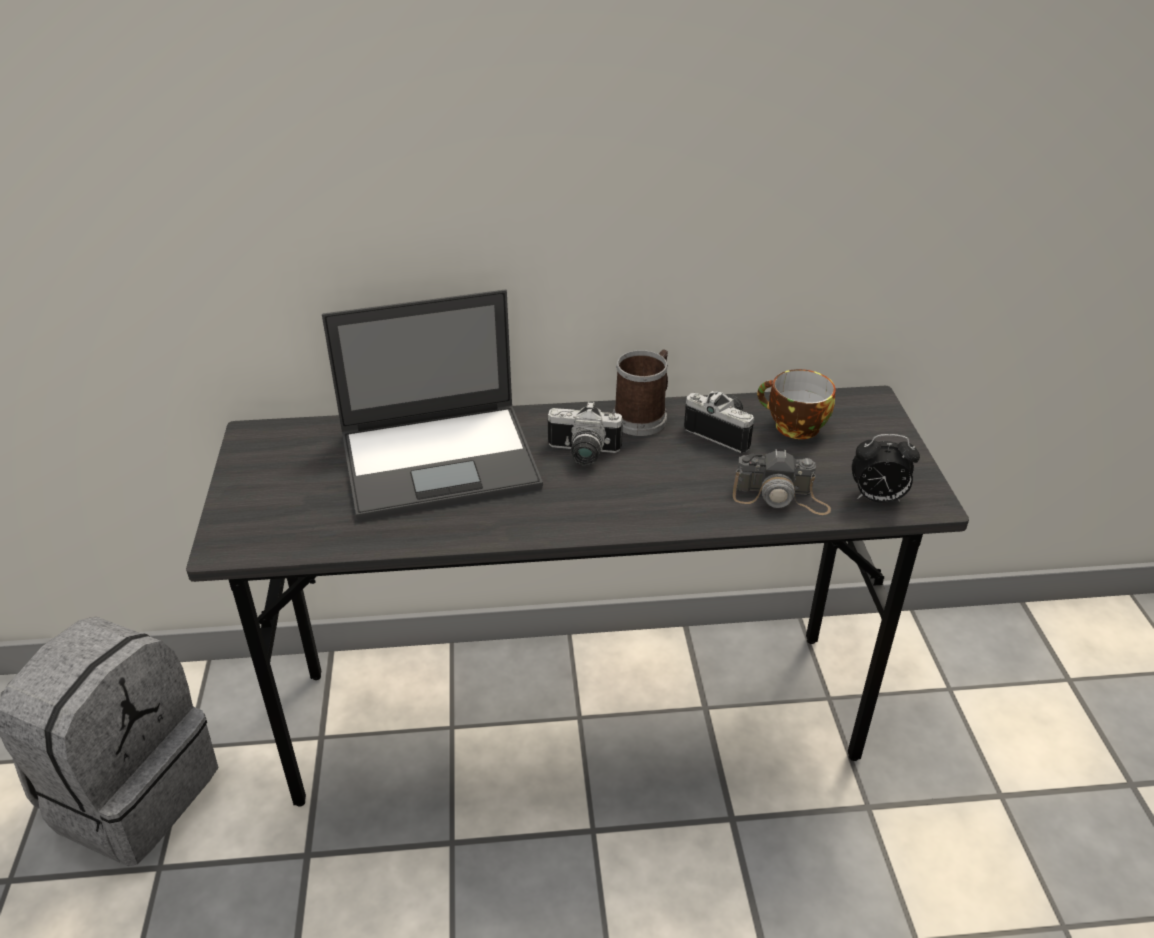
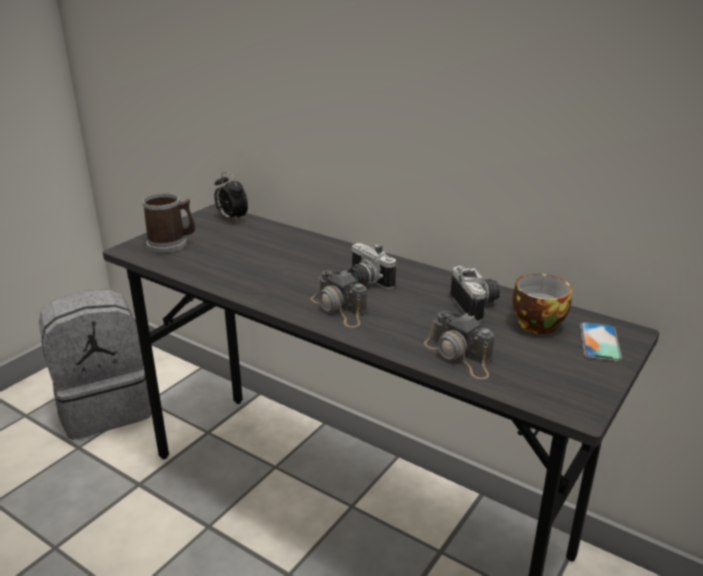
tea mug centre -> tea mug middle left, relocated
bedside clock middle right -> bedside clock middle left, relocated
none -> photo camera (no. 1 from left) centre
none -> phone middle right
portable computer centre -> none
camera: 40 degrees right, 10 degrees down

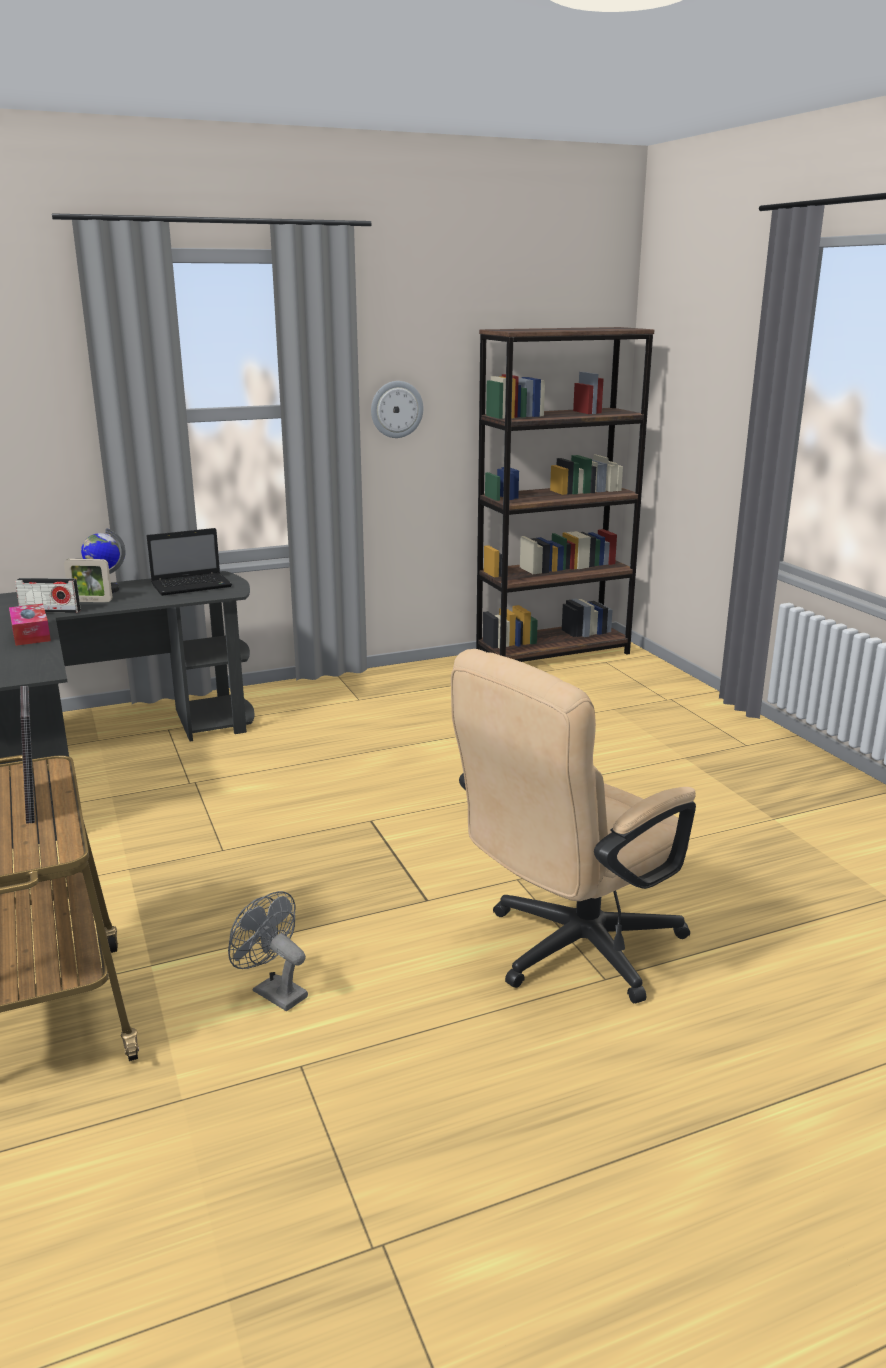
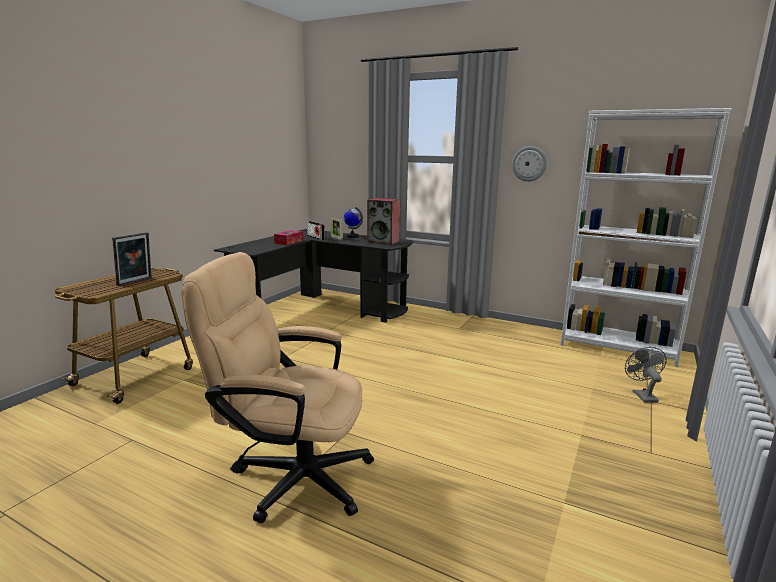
portable computer middle left -> speaker centre
brownish bookcase centre -> whitish bookcase middle right
greyish electric fan bottom left -> greyish electric fan middle right, relocated
camera: 50 degrees right, 5 degrees down

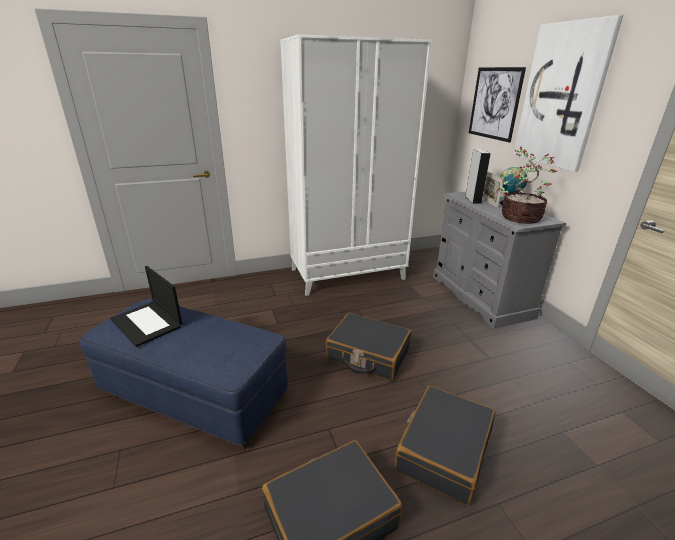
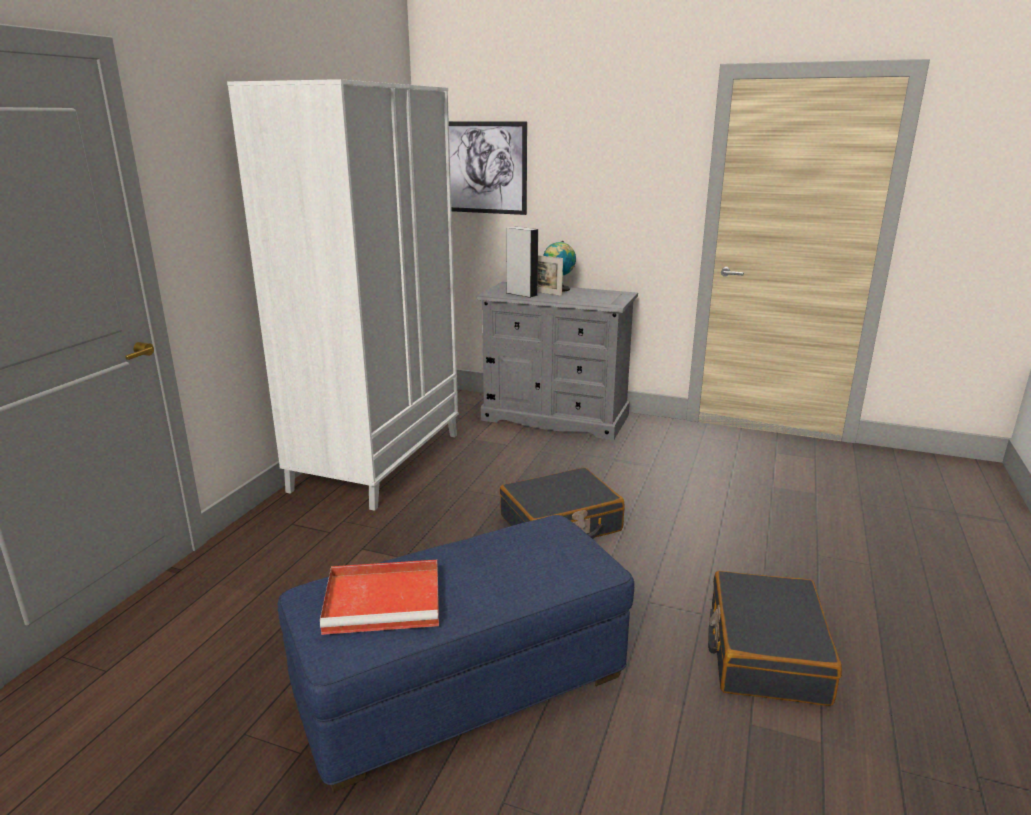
portable computer middle left -> red carrying tray bottom centre
blackish suitcase (no. 3 from left) bottom centre -> none
plant in a pot middle right -> none
wall art (no. 2 from left) top right -> none
camera: 50 degrees left, 5 degrees down

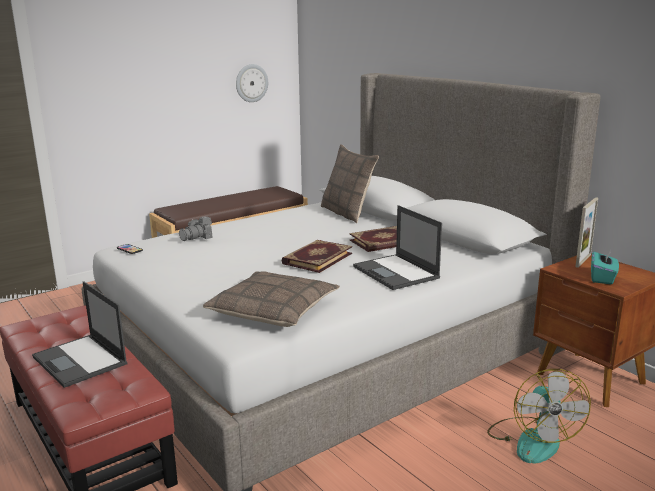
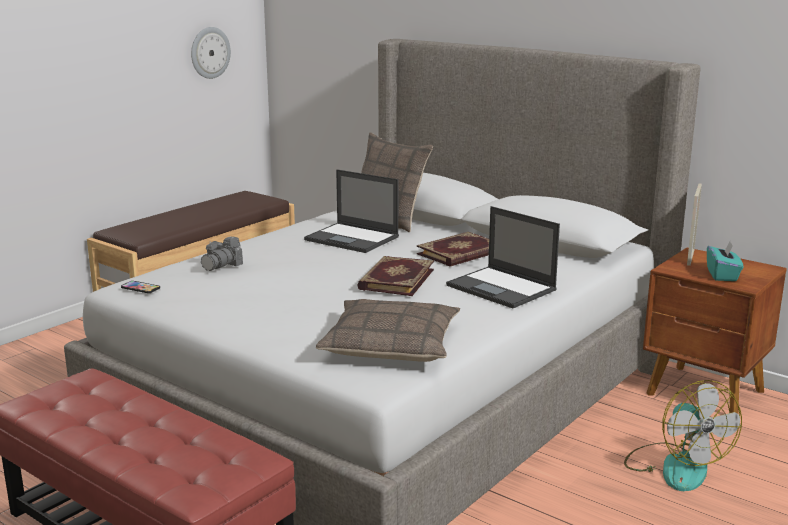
portable computer (no. 1 from left) bottom left -> portable computer (no. 1 from left) centre, relocated
camera: 15 degrees left, 0 degrees up

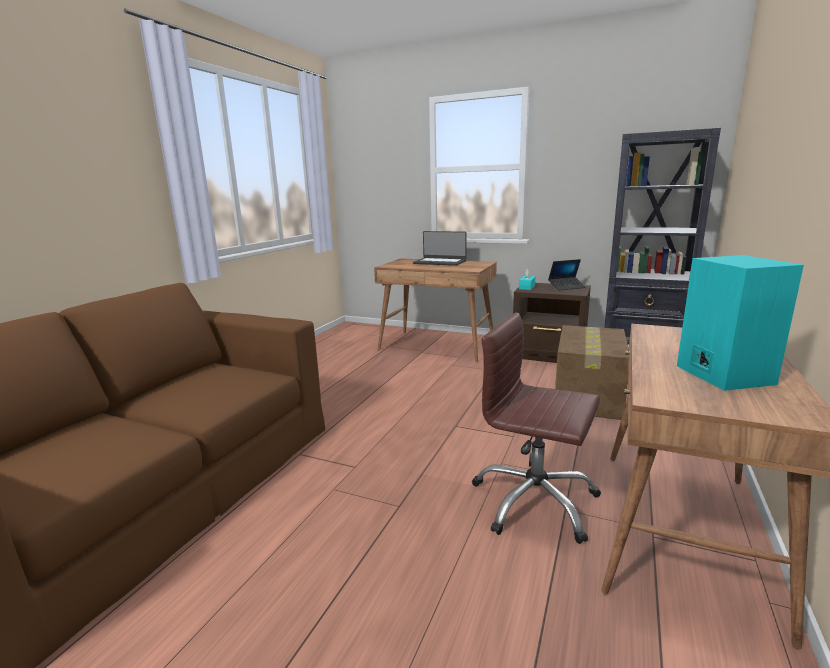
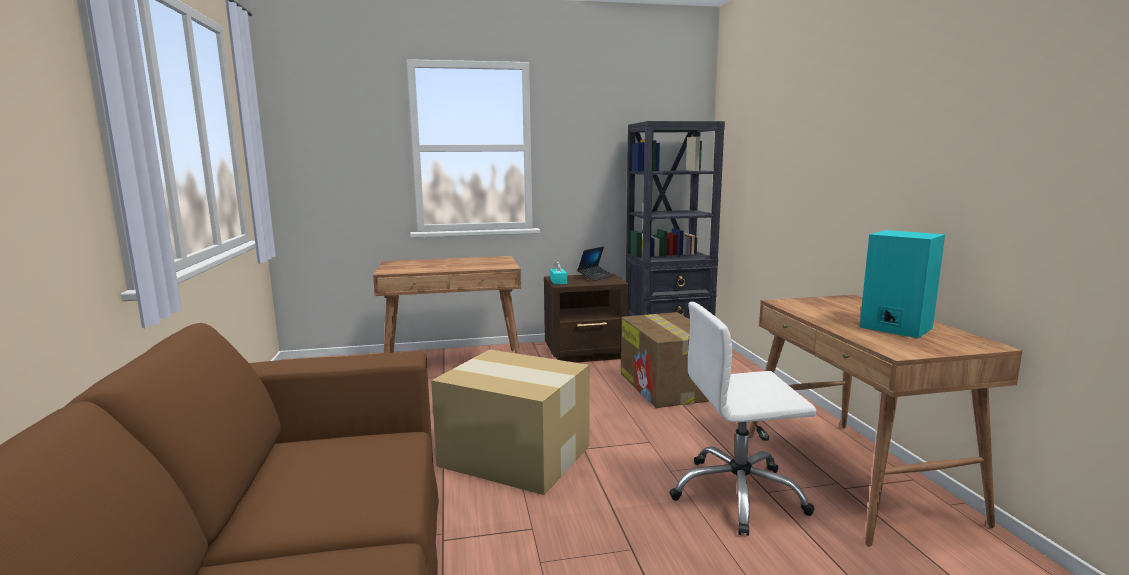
none -> cardboard box (no. 1 from left) bottom centre
brownish desk chair centre -> whitish desk chair bottom centre
portable computer (no. 1 from left) centre -> none
camera: 35 degrees left, 5 degrees down

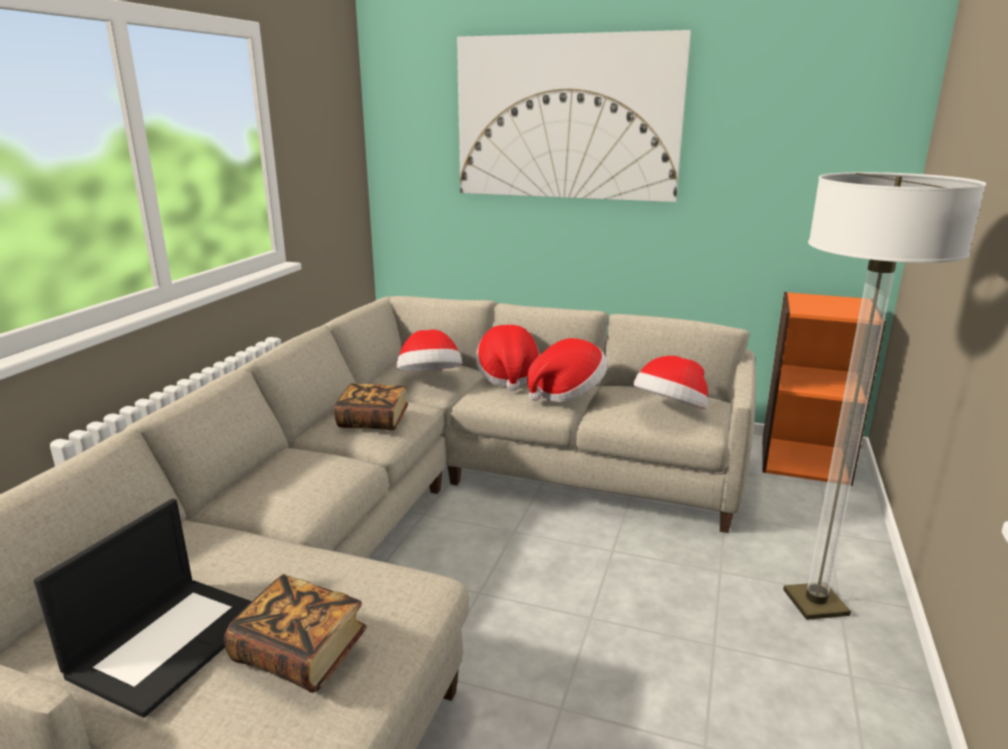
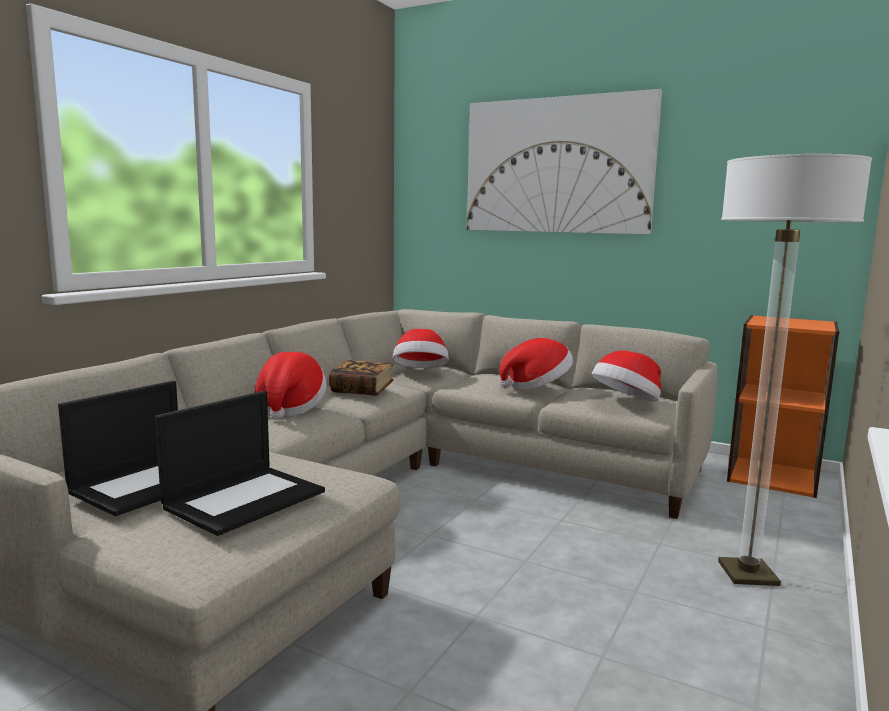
volume (no. 1 from left) bottom left -> portable computer (no. 2 from left) middle left
wearable hat (no. 2 from left in the first image) centre -> wearable hat (no. 1 from left) middle left, relocated
camera: 10 degrees right, 10 degrees down

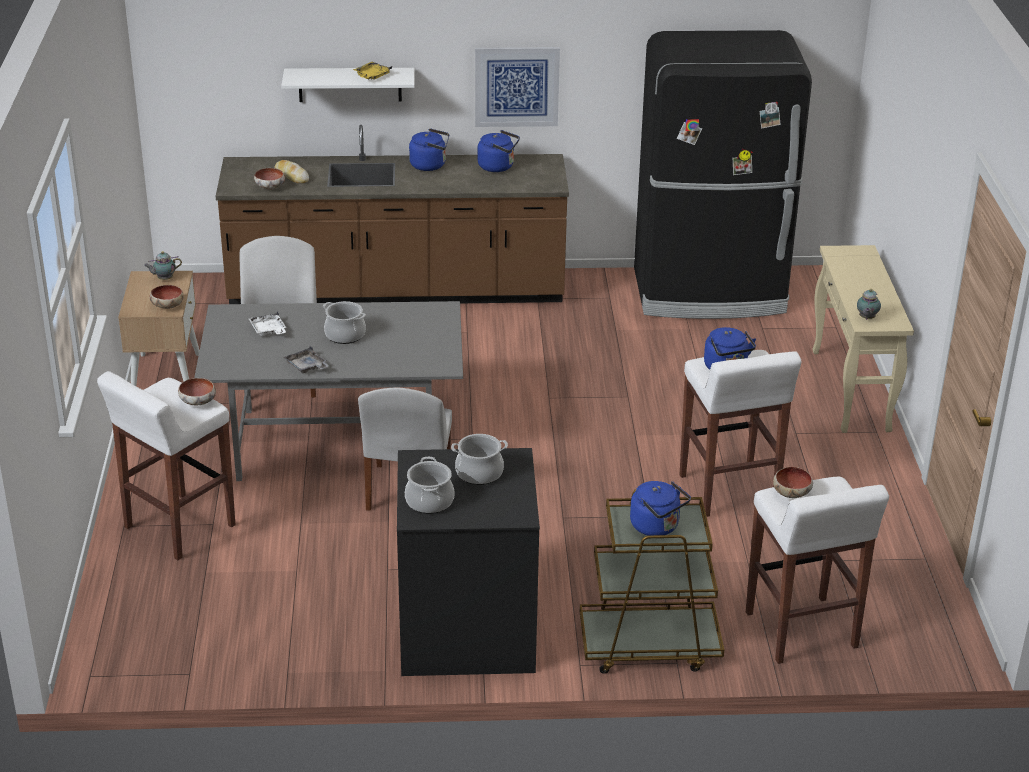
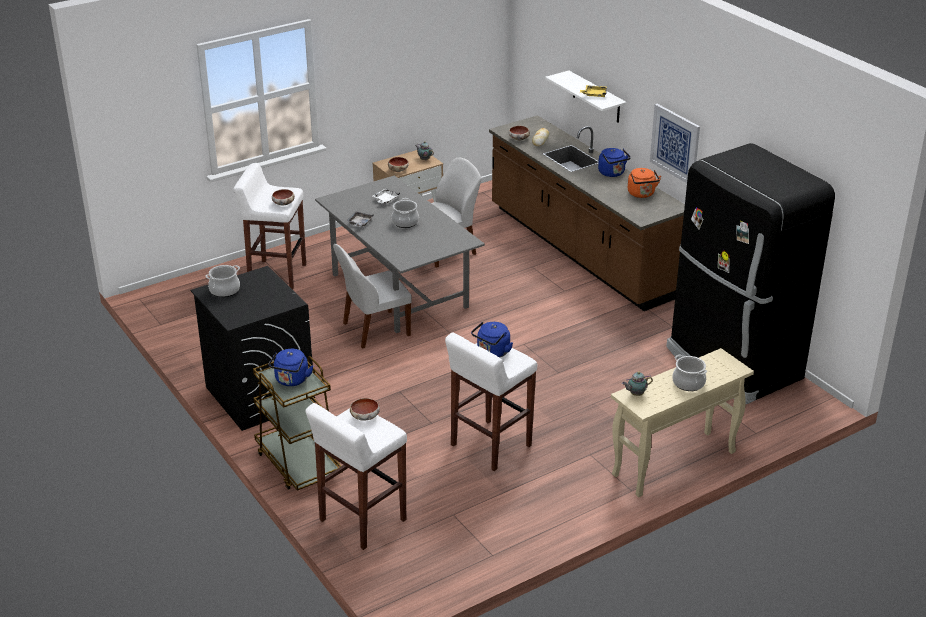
bluish water kettle (no. 2 from left) top centre -> orangey water kettle top right
stockpot (no. 3 from left) centre -> stockpot (no. 3 from left) middle right, relocated
camera: 60 degrees right, 0 degrees up

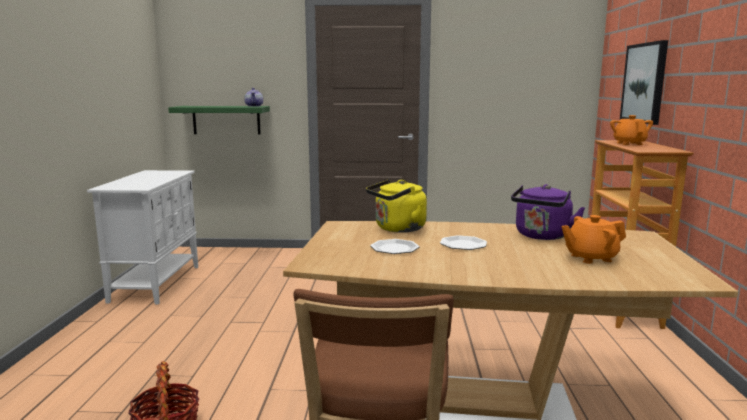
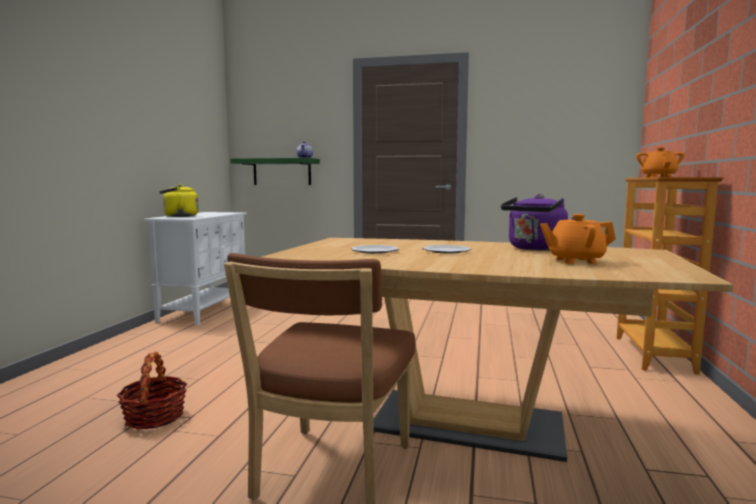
yellowish water kettle centre -> yellowish water kettle middle left, relocated
wall art top right -> none
camera: 10 degrees right, 5 degrees down

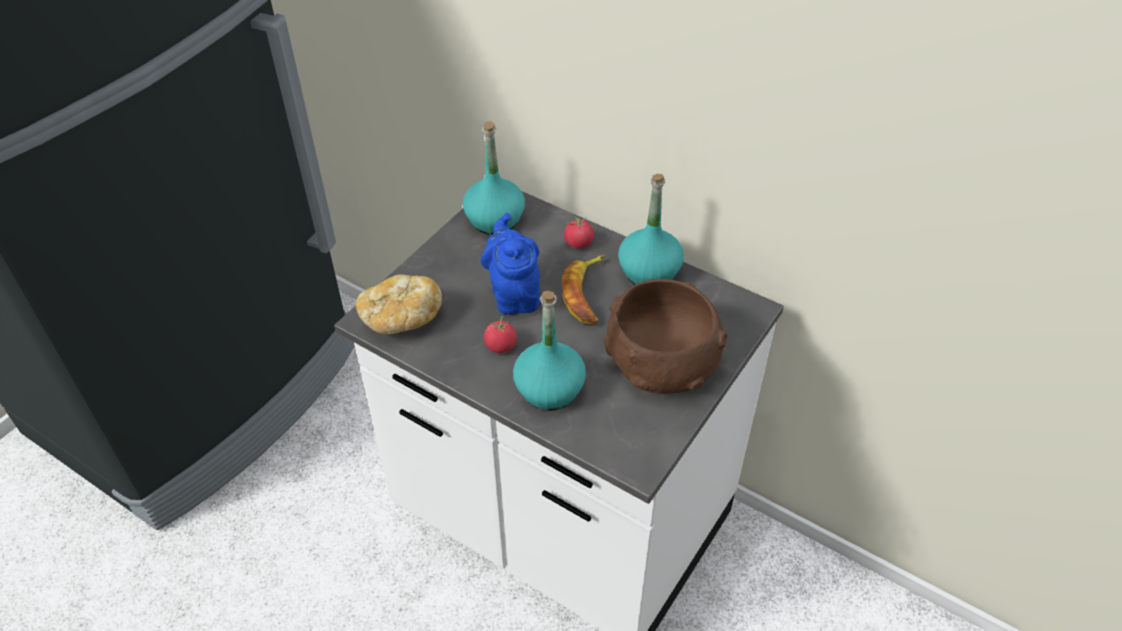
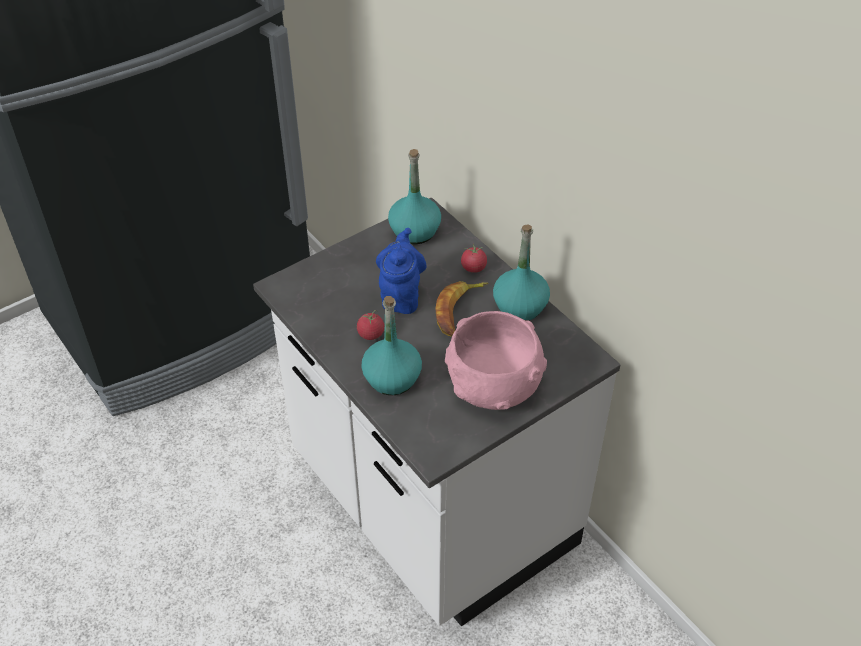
brownish deep dish centre -> pinkish deep dish centre
bakery bread centre -> none
camera: 20 degrees right, 0 degrees up

